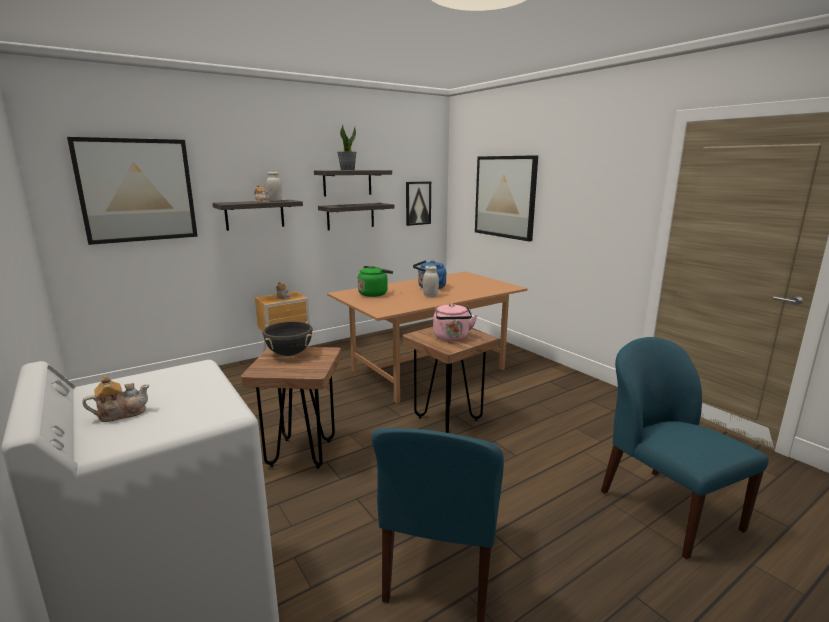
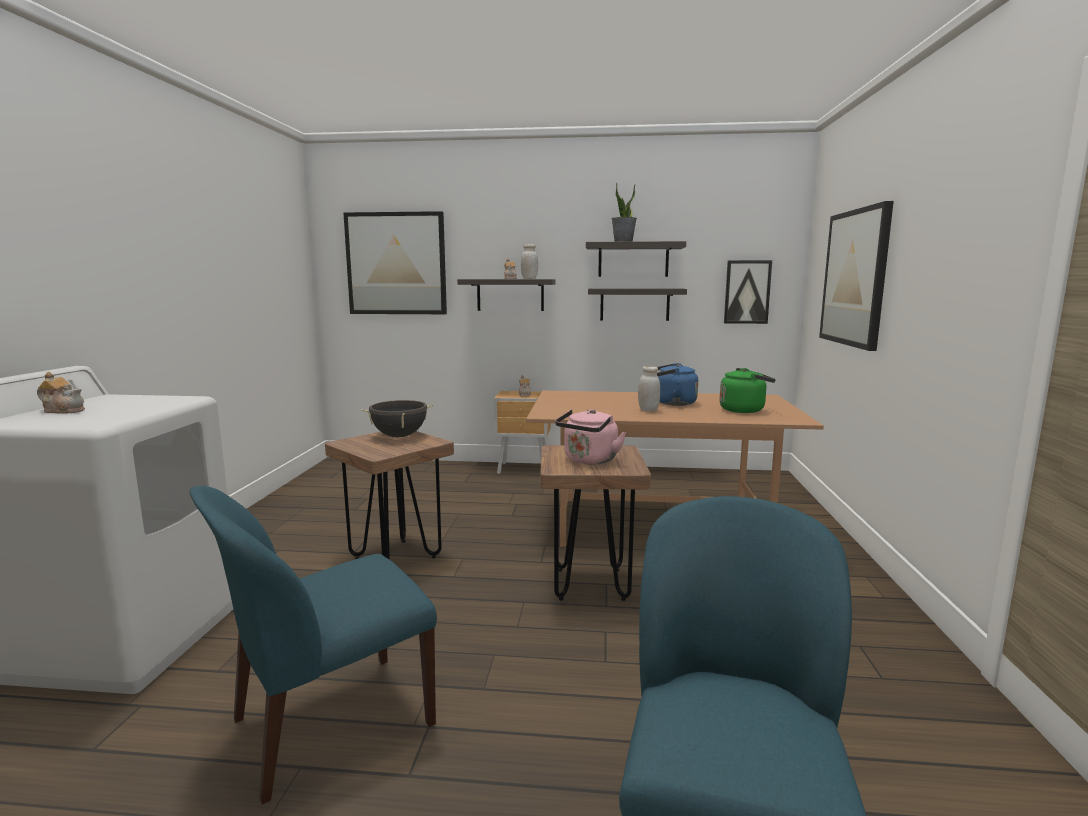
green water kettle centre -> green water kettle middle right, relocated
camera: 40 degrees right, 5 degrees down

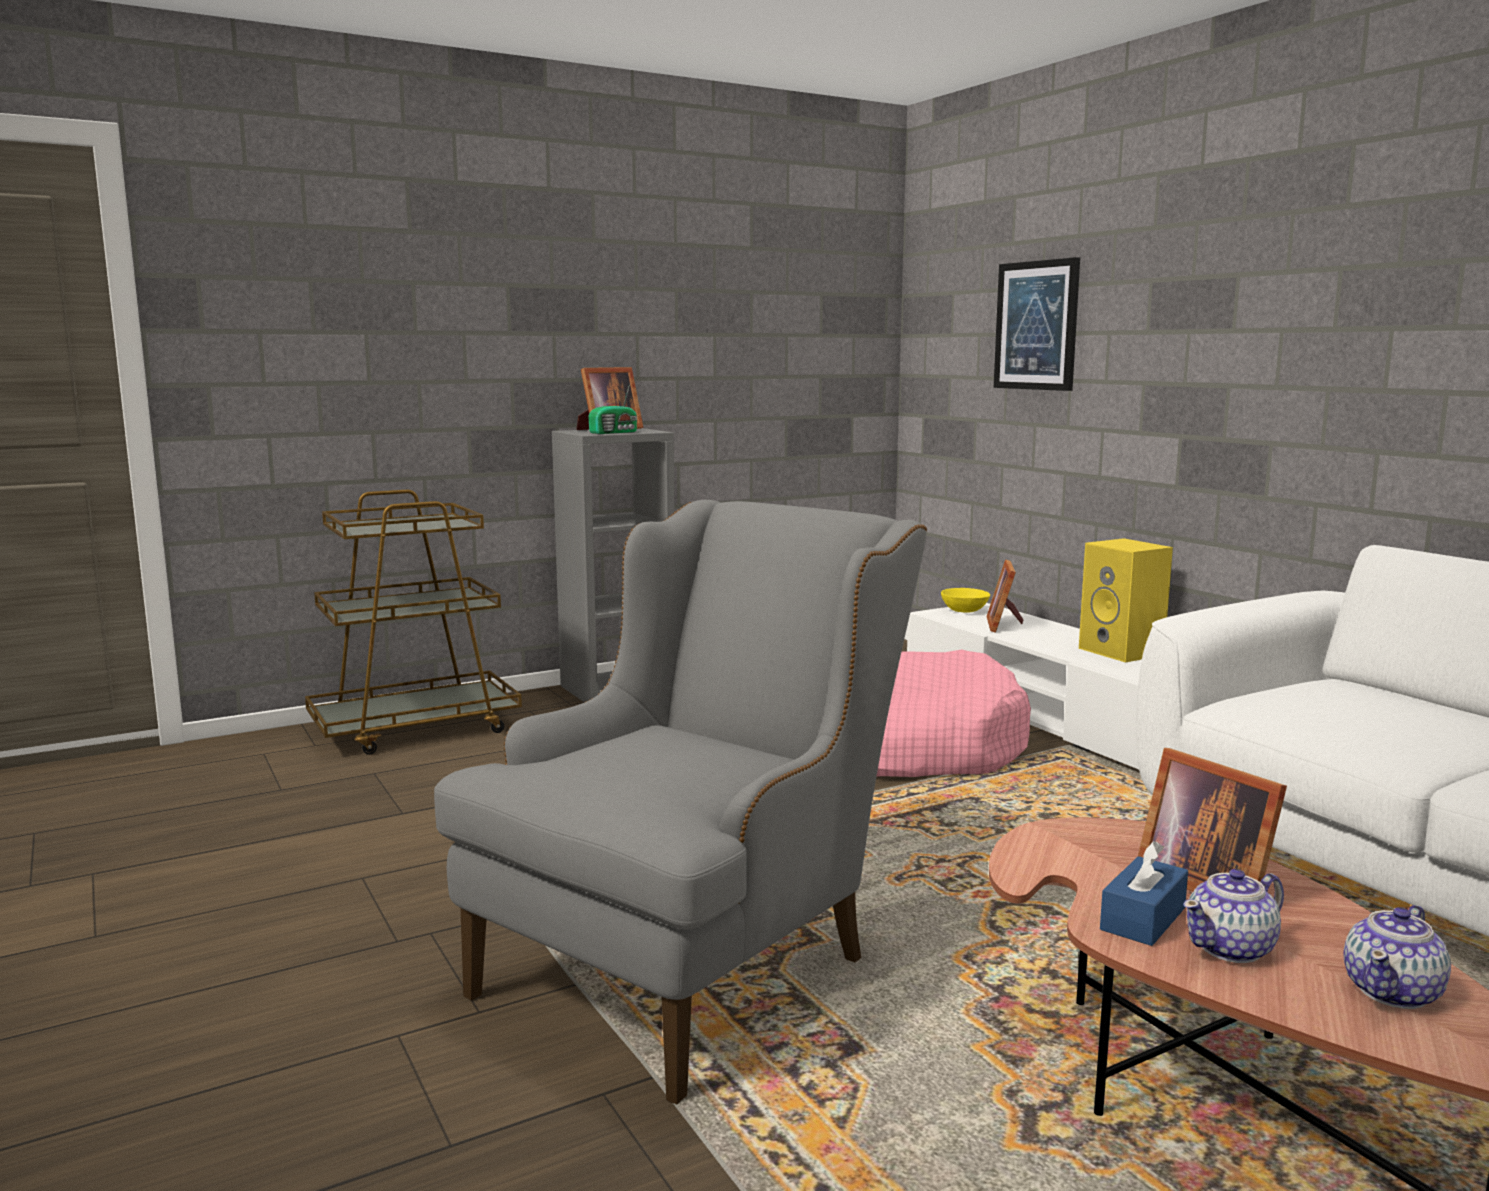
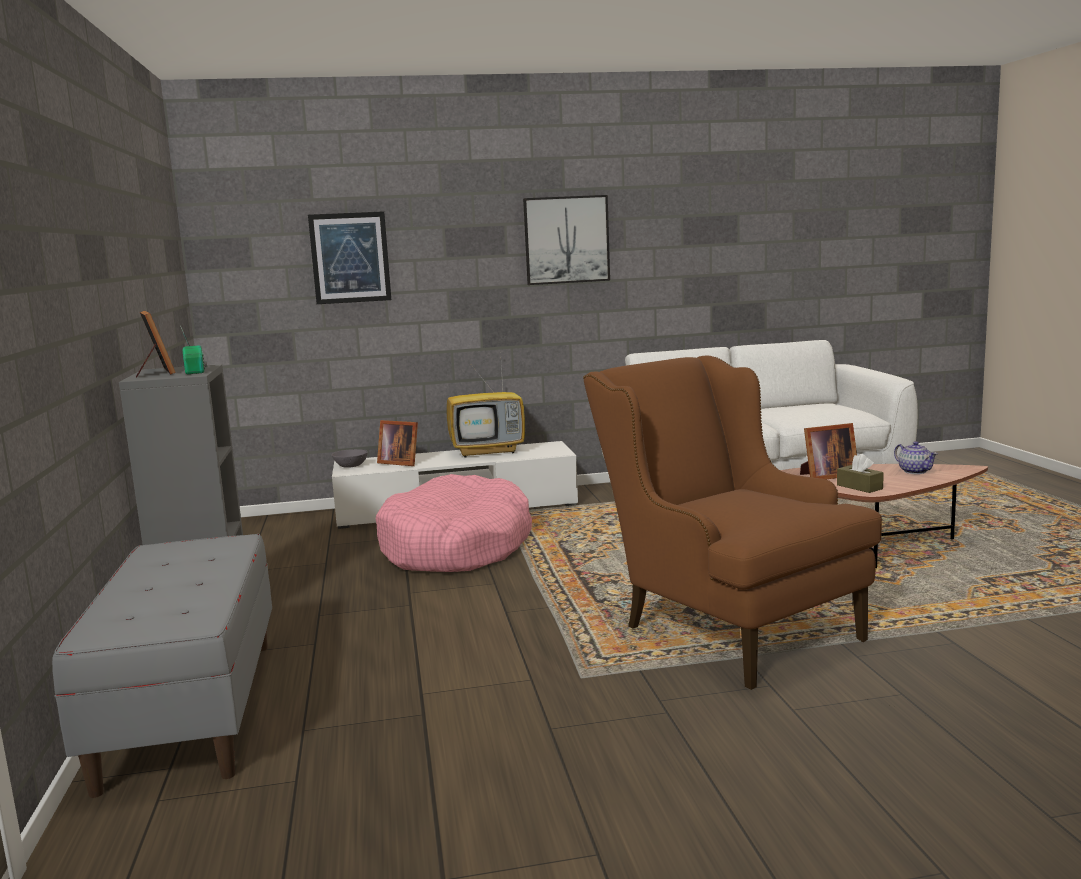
brownish cart middle left -> greyish long seat bottom left
yellowish deep dish centre -> greyish deep dish middle left
yellowish speaker middle right -> television centre
none -> wall art (no. 2 from left) top centre
greyish armchair bottom centre -> brownish armchair middle right
bluish tissue box bottom right -> brownish tissue box middle right
teapot (no. 1 from left) bottom right -> none
camera: 70 degrees left, 0 degrees up

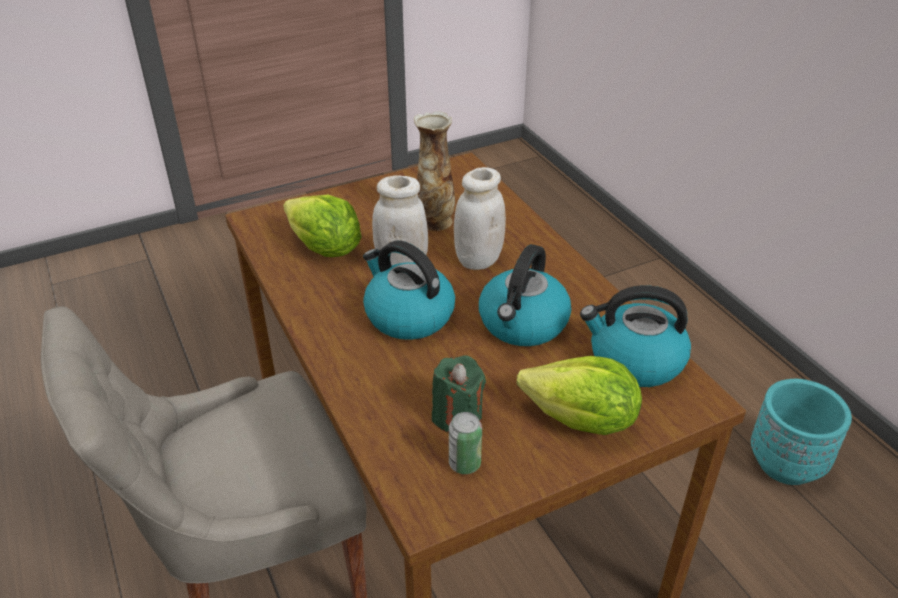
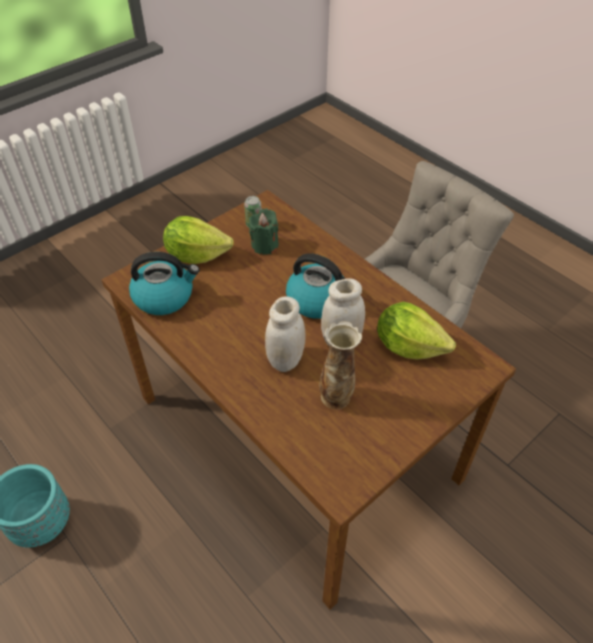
water kettle (no. 2 from left) centre -> none
camera: 165 degrees right, 10 degrees up

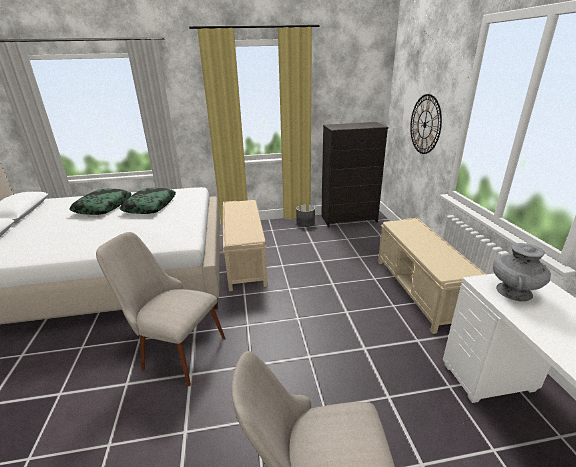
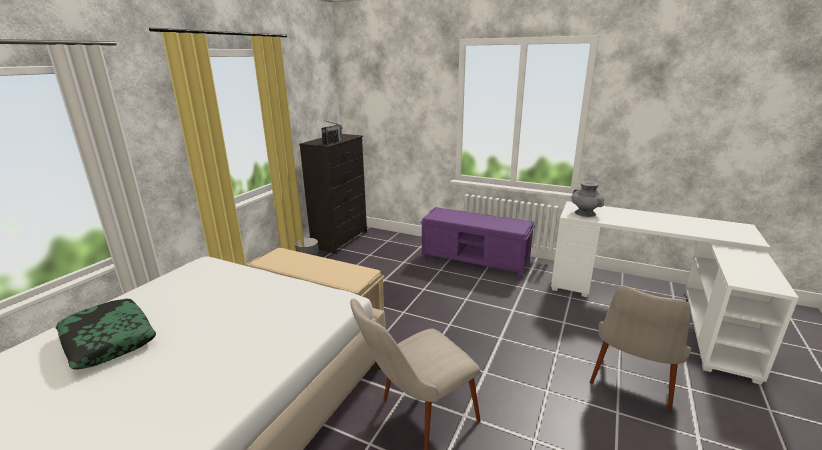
none -> radio receiver top centre
beige-coloured long seat (no. 2 from left) middle right -> purplish long seat centre
throw pillow (no. 2 from left) middle left -> none
hanging clock top right -> none
camera: 55 degrees left, 5 degrees down

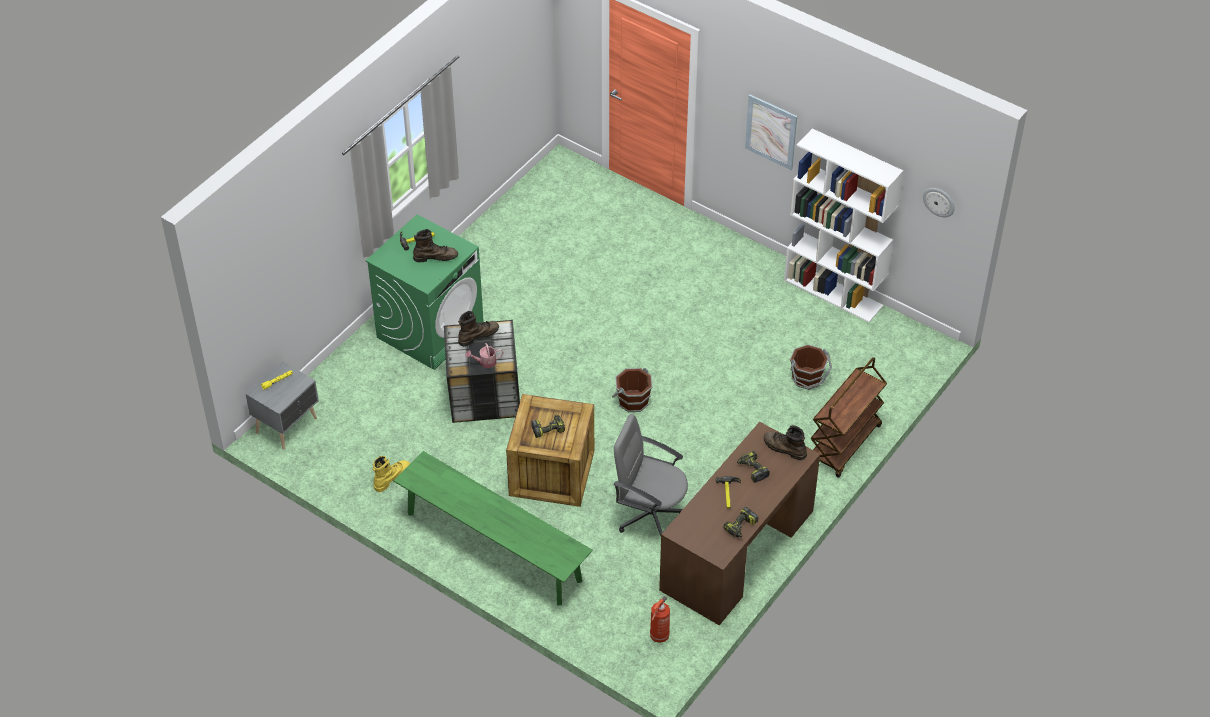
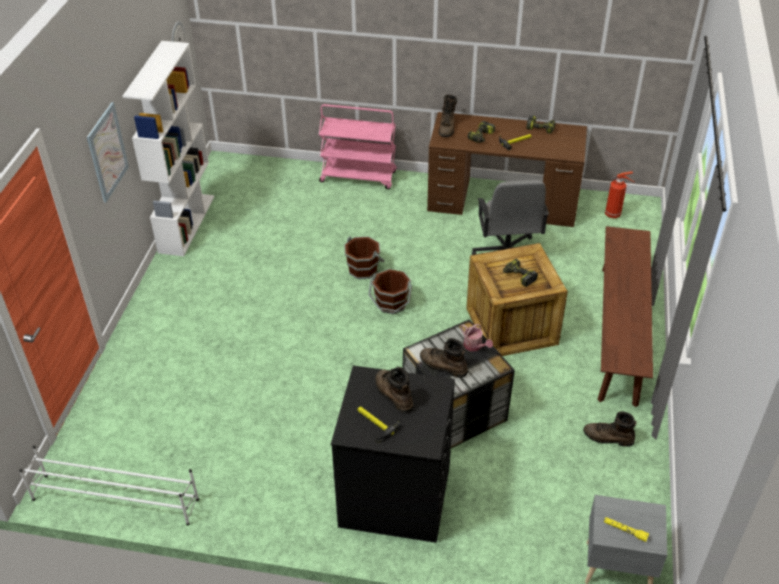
none -> whitish shoe stand bottom left
brownish cart middle right -> pinkish cart top centre
green laundry appliance centre -> blackish laundry appliance bottom centre
brownish water bucket (no. 2 from left in the first image) middle right -> brownish water bucket (no. 1 from left) centre, relocated
yellowish high-top boot middle left -> brownish high-top boot (no. 4 from left) bottom right
green long seat bottom centre -> brownish long seat middle right
camera: 115 degrees left, 5 degrees down

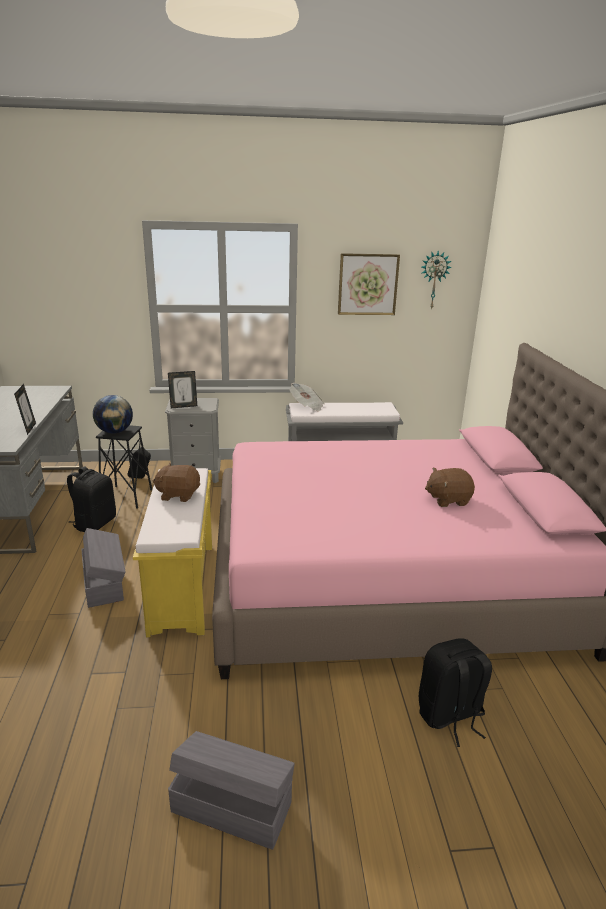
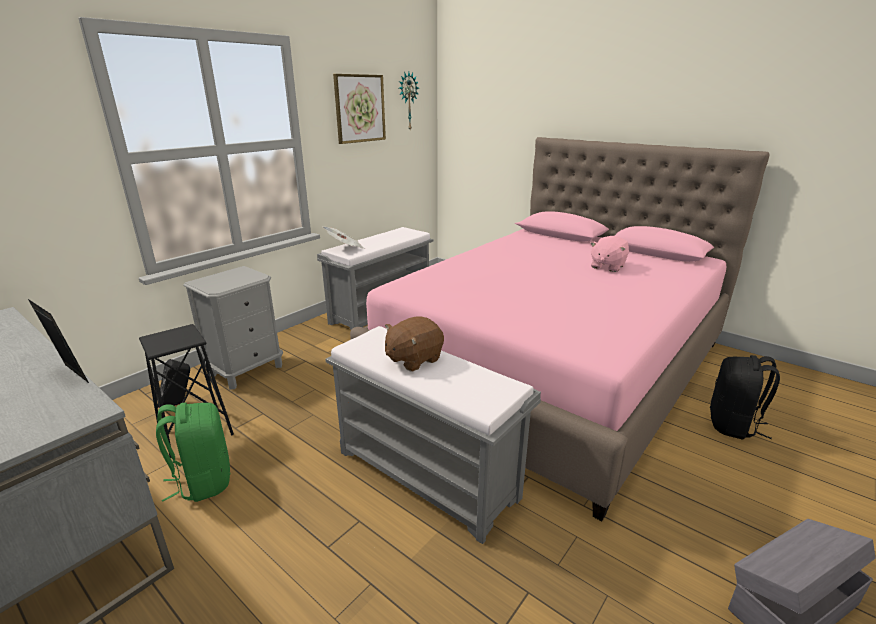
blackish rucksack (no. 1 from left) middle left -> green rucksack bottom left
yellowish long seat middle left -> greyish long seat (no. 2 from left) bottom centre
brownish plush toy (no. 2 from left) middle right -> pinkish plush toy middle right
greyish storage bin (no. 1 from left) middle left -> none
desk globe middle left -> none
picture frame (no. 2 from left) middle left -> none
camera: 45 degrees left, 0 degrees up

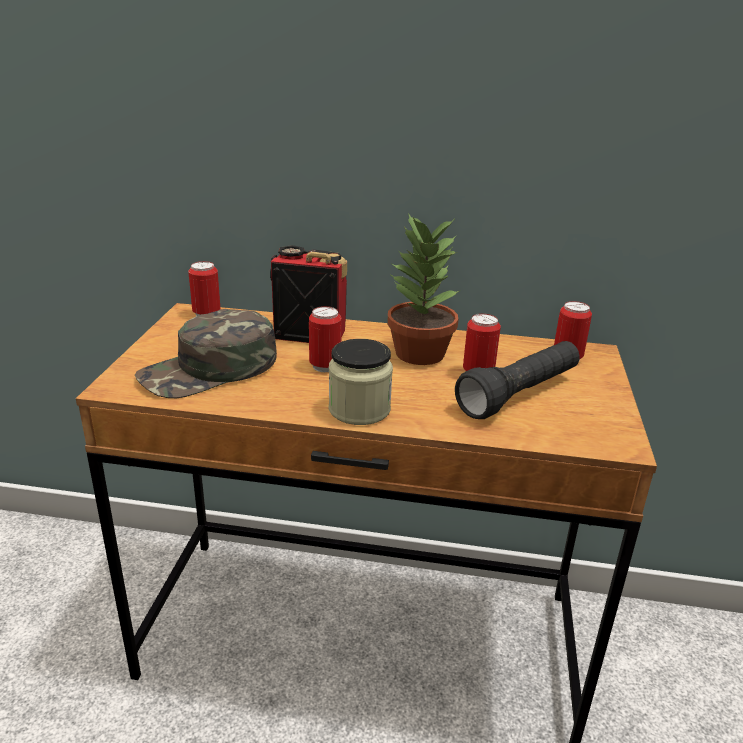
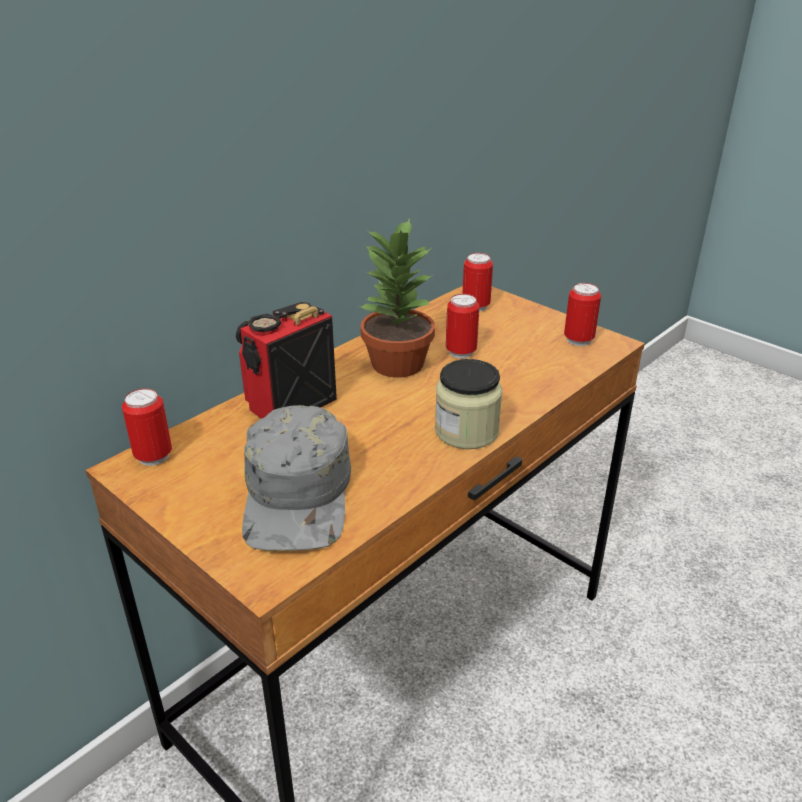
green cap middle left -> greyish cap centre
sealed can (no. 2 from left in the first image) centre -> sealed can (no. 4 from left) middle right, relocated
blackish torch middle right -> none
camera: 55 degrees left, 5 degrees up

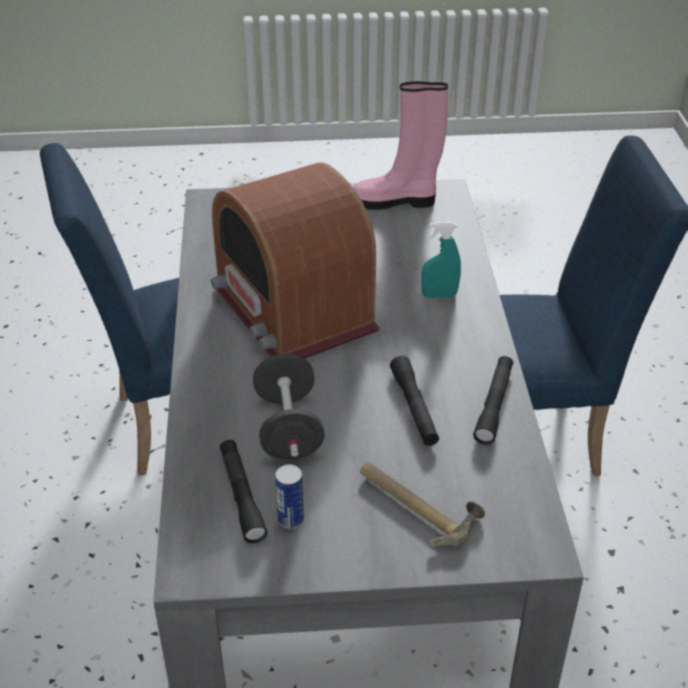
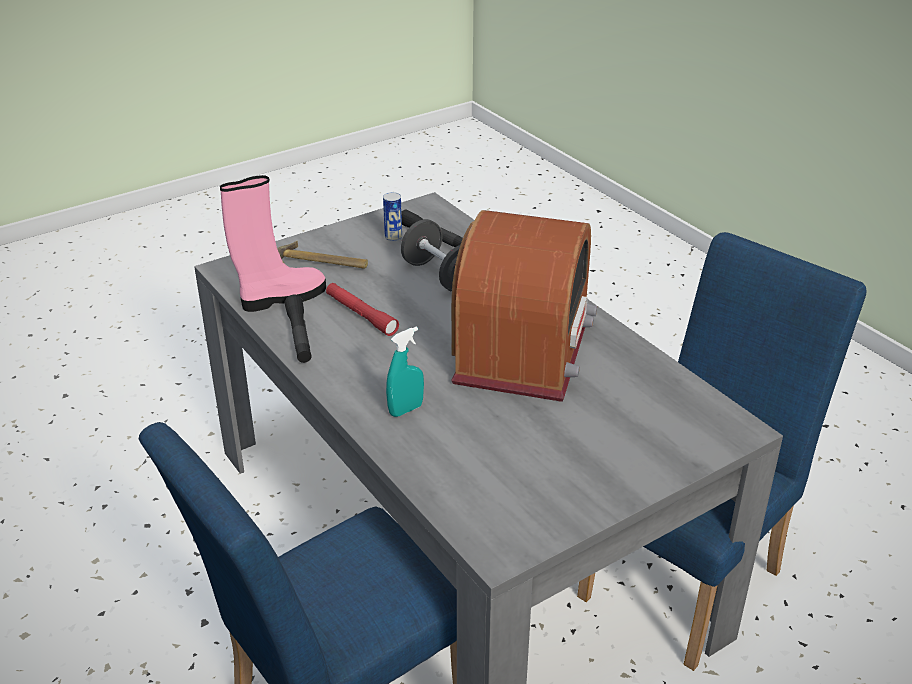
pinkish high-top boot top centre -> pinkish high-top boot middle left, relocated
blackish torch (no. 2 from left) centre -> red torch centre
radio receiver centre, 75 degrees clockwise
camera: 150 degrees right, 5 degrees down

